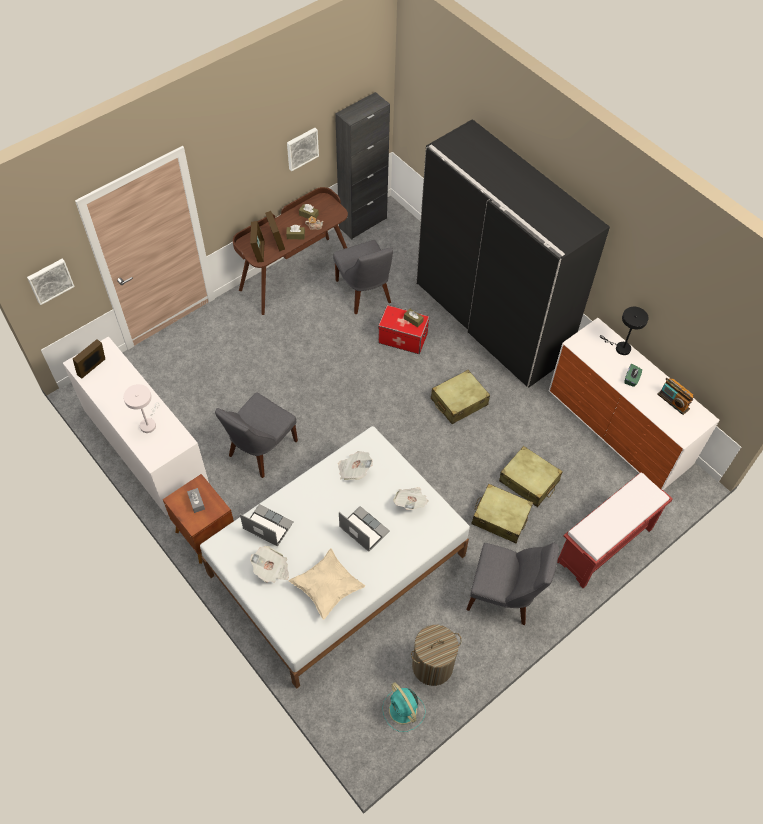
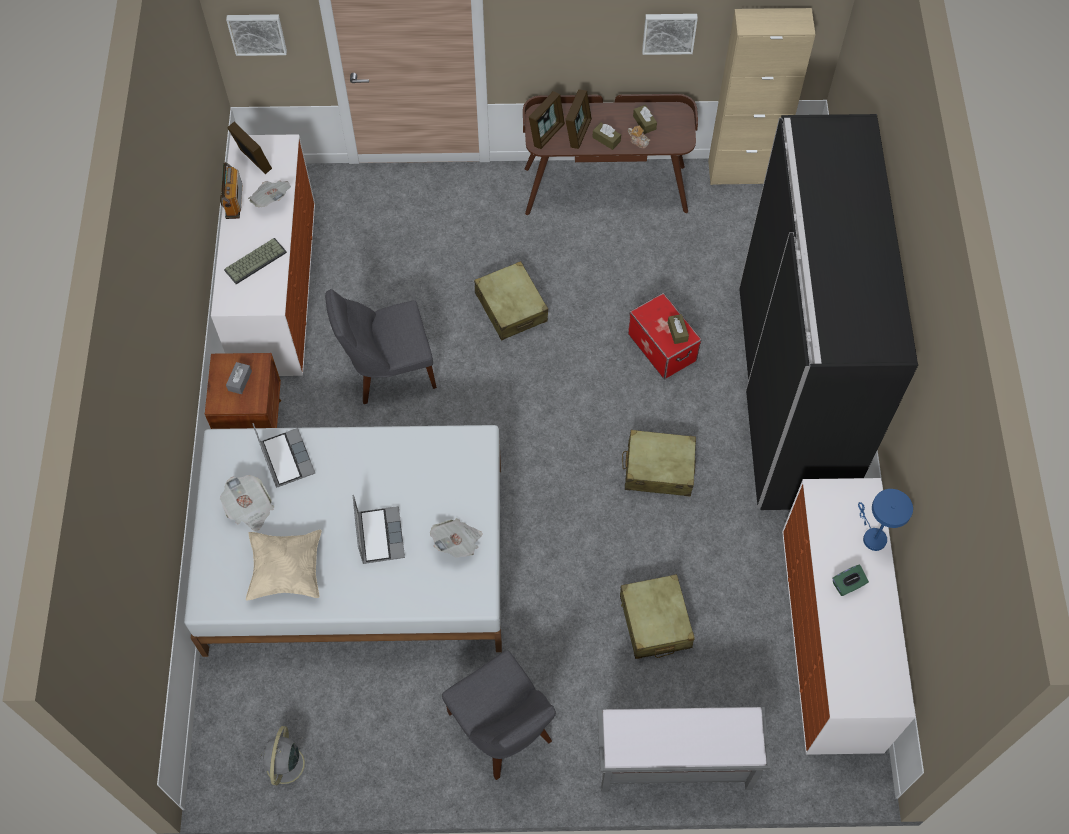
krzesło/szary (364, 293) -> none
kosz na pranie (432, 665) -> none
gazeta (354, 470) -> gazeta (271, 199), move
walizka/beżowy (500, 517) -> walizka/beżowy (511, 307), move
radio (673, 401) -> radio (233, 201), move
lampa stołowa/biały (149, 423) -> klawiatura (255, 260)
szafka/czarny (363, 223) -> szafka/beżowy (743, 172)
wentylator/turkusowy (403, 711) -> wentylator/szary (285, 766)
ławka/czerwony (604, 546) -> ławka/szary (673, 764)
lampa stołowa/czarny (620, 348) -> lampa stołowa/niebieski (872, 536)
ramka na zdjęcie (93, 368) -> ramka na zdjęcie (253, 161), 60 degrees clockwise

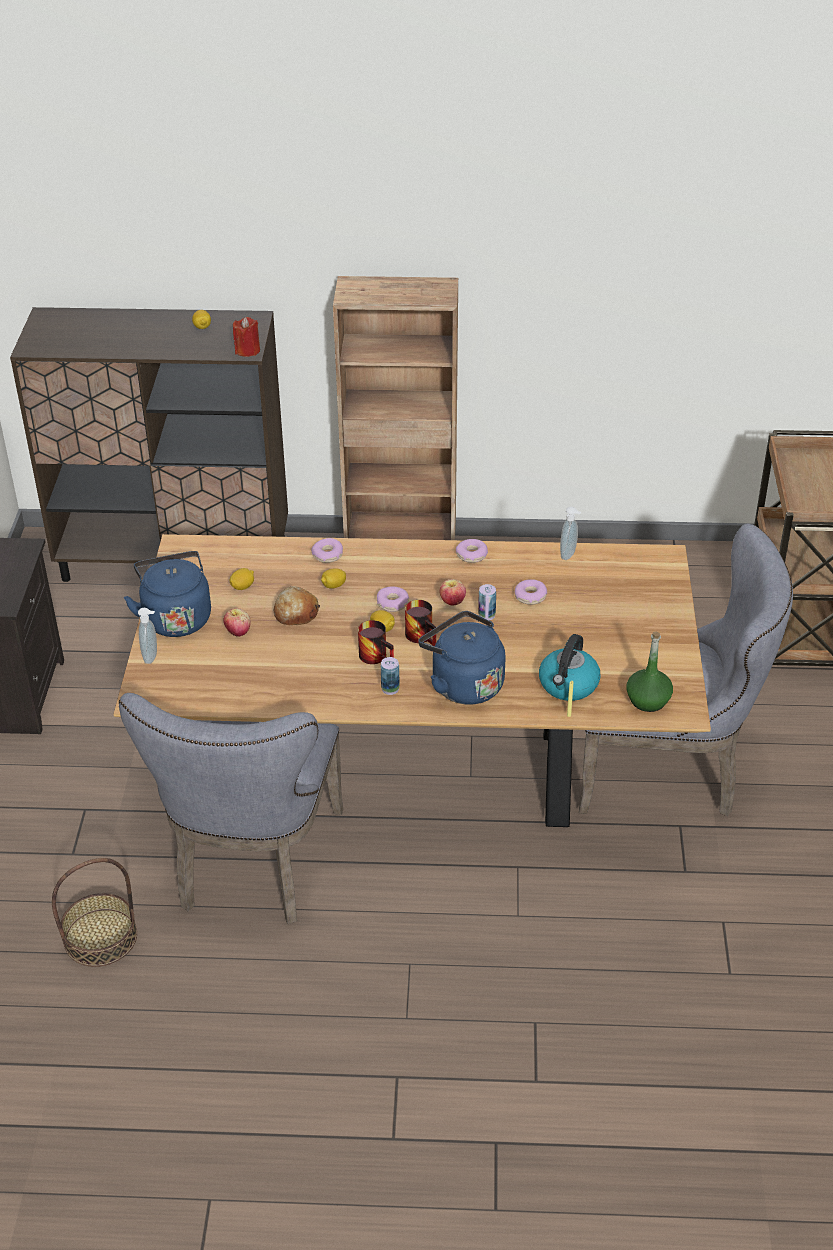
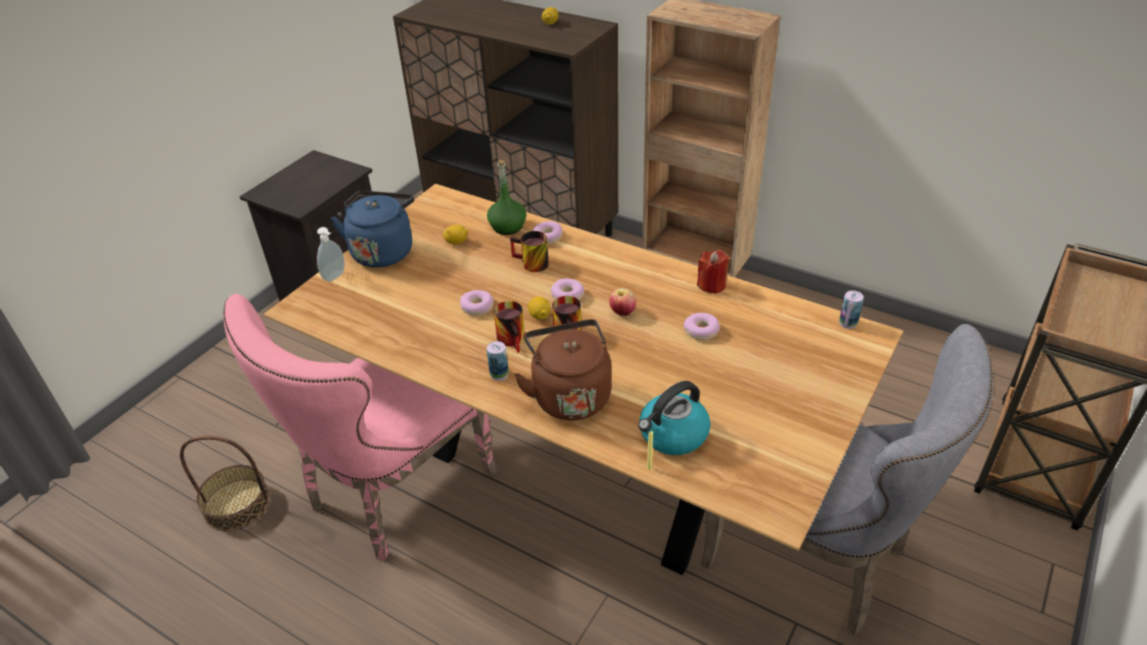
jabłko (238, 632) -> none
chleb (296, 613) -> none
dozownik mydła (569, 555) -> none
świeca/czerwony (247, 350) -> świeca/czerwony (711, 285), move
donut (472, 555) -> donut (477, 307), move
puszka (486, 615) -> puszka (848, 323), move
butelka/zielony (648, 700) -> butelka/zielony (508, 226), move
cytryna (333, 586) -> kubek (530, 264)
krzesło/szary (254, 867) -> krzesło/różowy (391, 494)
czajnik/niebieski (463, 684) -> czajnik/brązowy (569, 395)

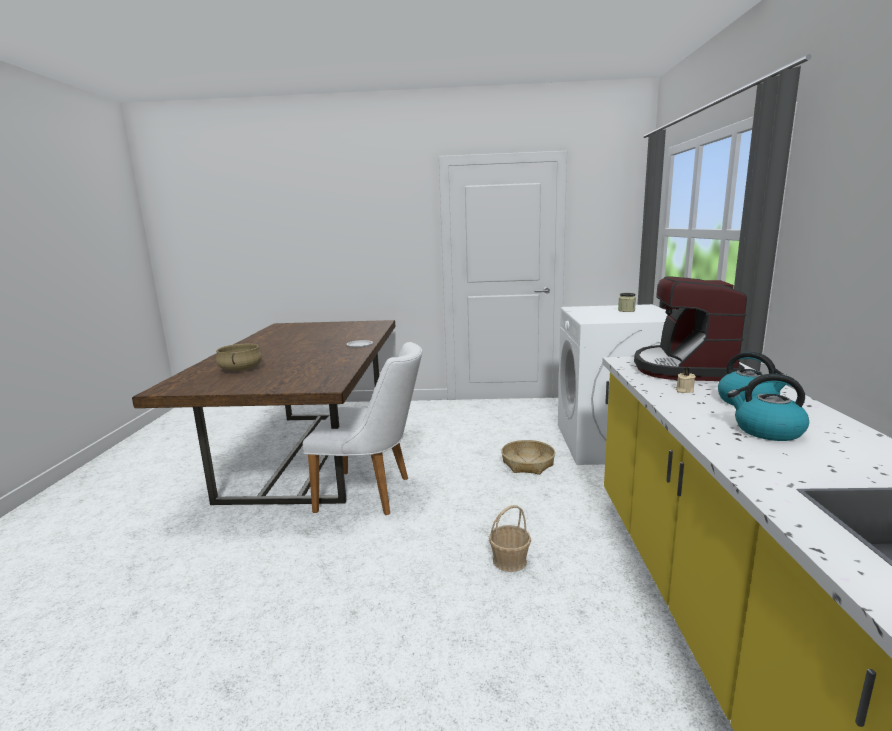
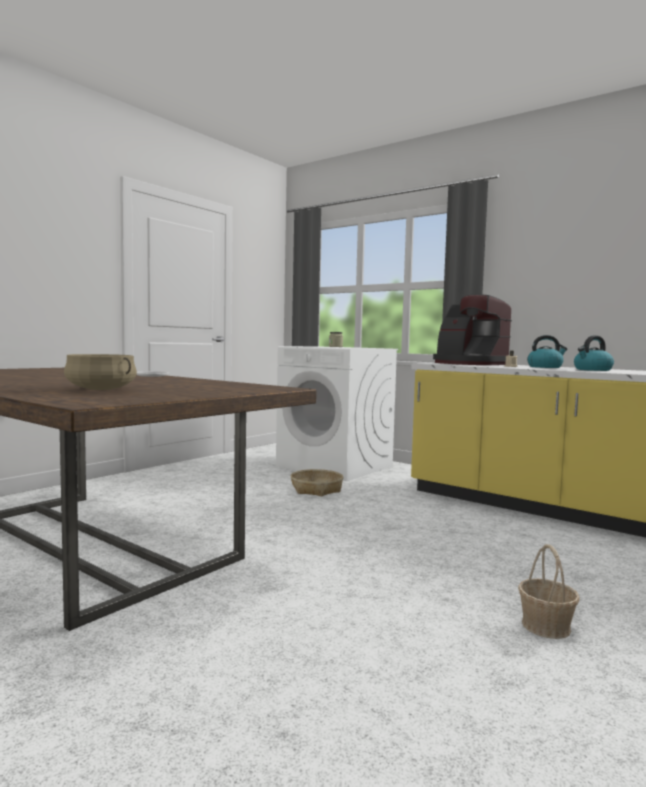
krzesło/biały (373, 493) -> none
koszyk (510, 561) -> koszyk (546, 626), move

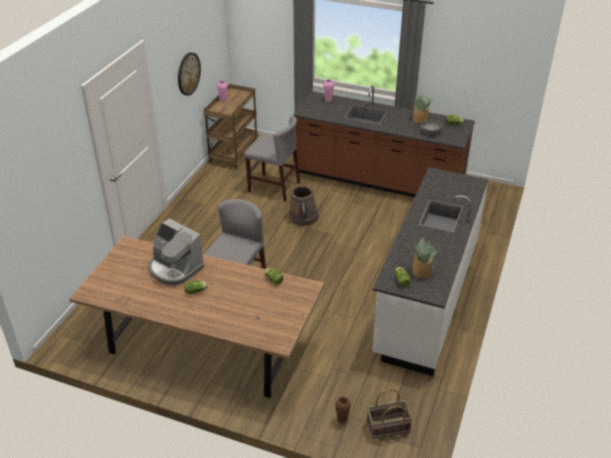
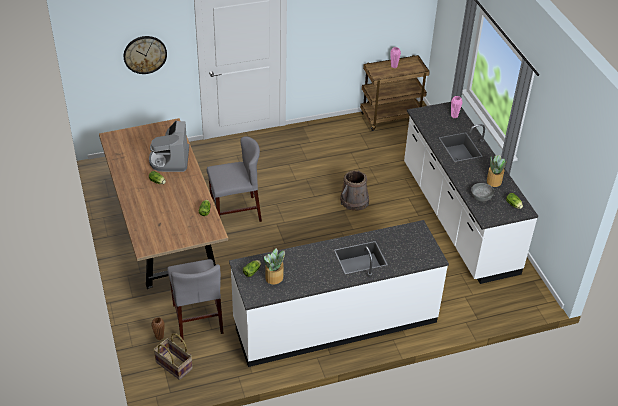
zegar ścienny (188, 74) -> zegar ścienny (145, 54), move
krzesło/szary (274, 187) -> krzesło/szary (197, 318), move
zabudowa kuchenna/brązowy (379, 180) -> zabudowa kuchenna/biały (457, 218)

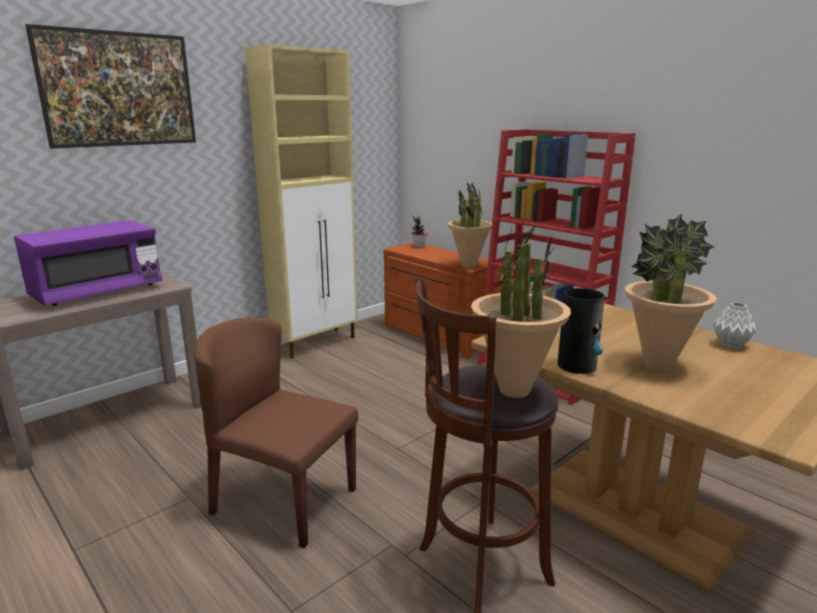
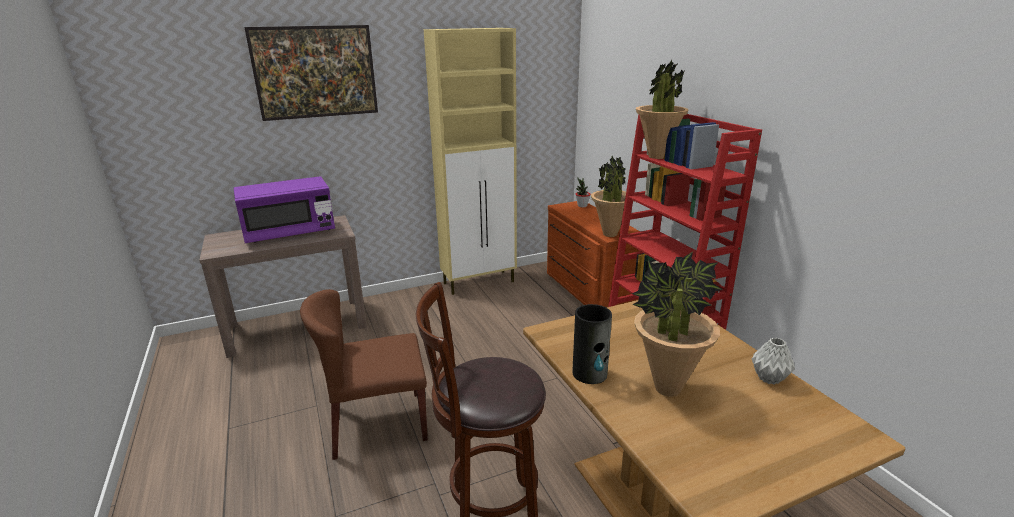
roślina doniczkowa (514, 390) -> roślina doniczkowa (656, 156), move
krzesło/brązowy (283, 501) -> krzesło/brązowy (377, 424), 60 degrees counterclockwise

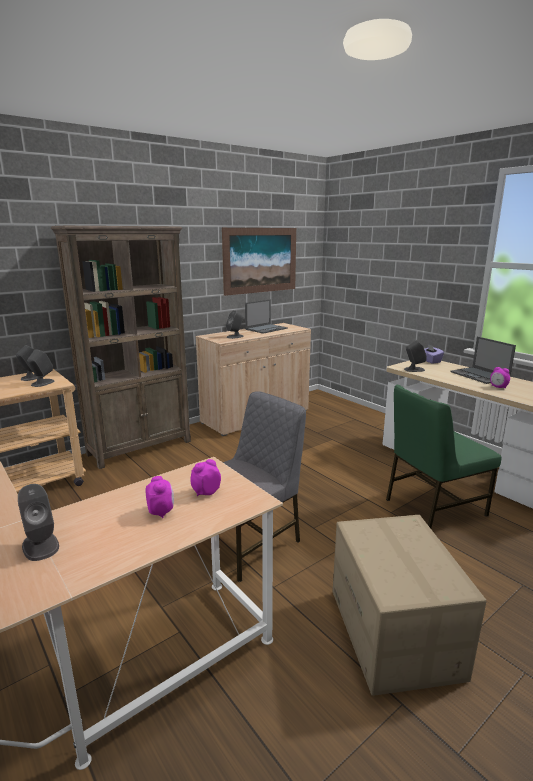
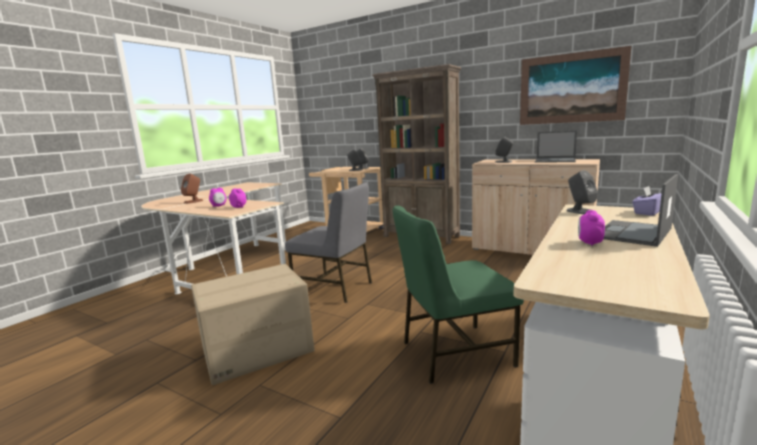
głośnik/szary (40, 545) -> głośnik/brązowy (193, 201)
krzesło/zielony (432, 507) -> krzesło/zielony (454, 353), 60 degrees counterclockwise

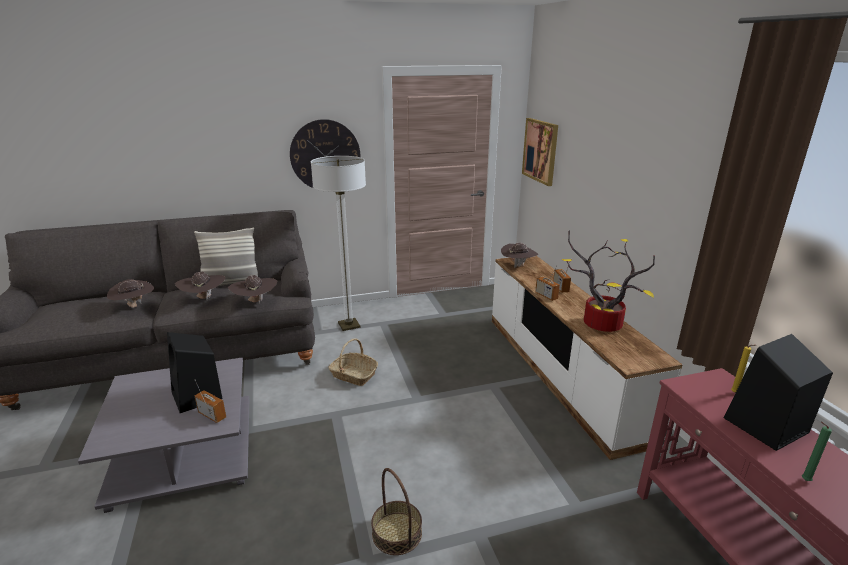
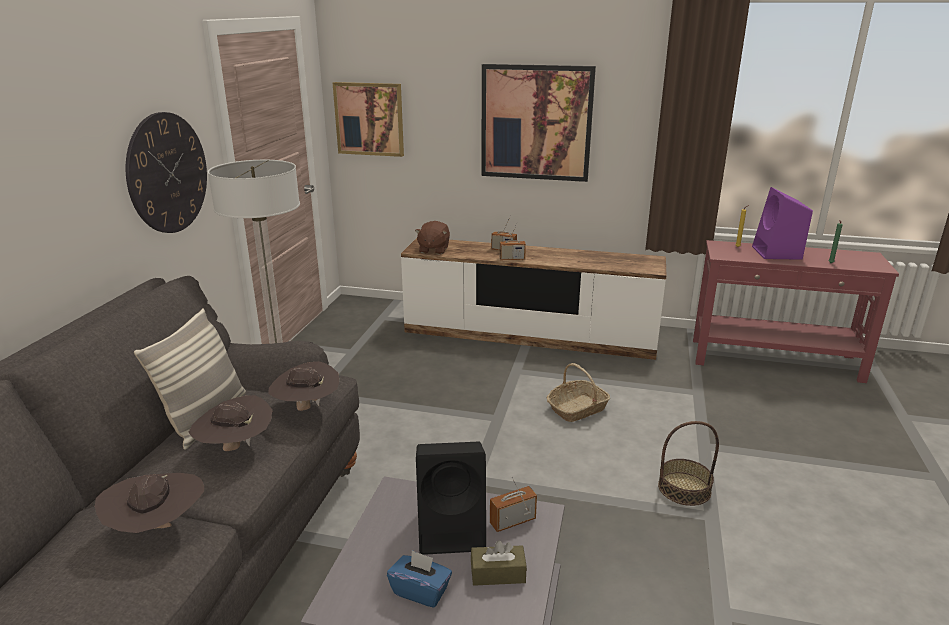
roślina doniczkowa (598, 324) -> none
none -> pudełko chusteczek/niebieski (420, 591)
none -> pudełko chusteczek/brązowy (498, 573)
none -> obraz (536, 123)
koszyk (353, 375) -> koszyk (577, 409), move
kapelusz/brązowy (518, 266) -> pluszak/brązowy (433, 250)
głośnik/czarny (765, 426) -> głośnik/fioletowy (777, 253)

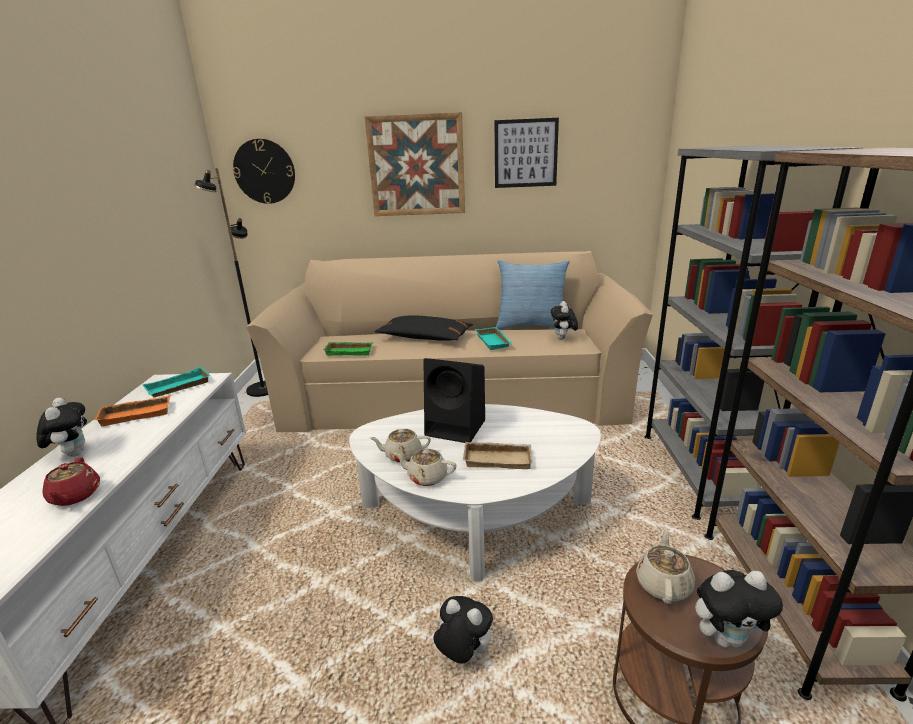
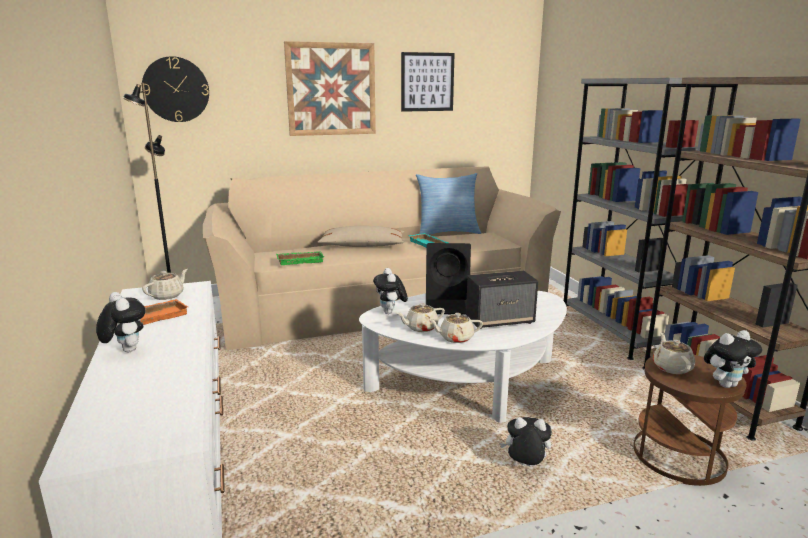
imbryk/czerwony (75, 496) -> none
pluszak (563, 339) -> pluszak (390, 313), move
taca/turkusowy (178, 387) -> imbryk/beżowy (167, 295)
taca/beżowy (498, 458) -> głośnik (500, 320)
poduszka/czarny (424, 337) -> poduszka/beżowy (362, 246)

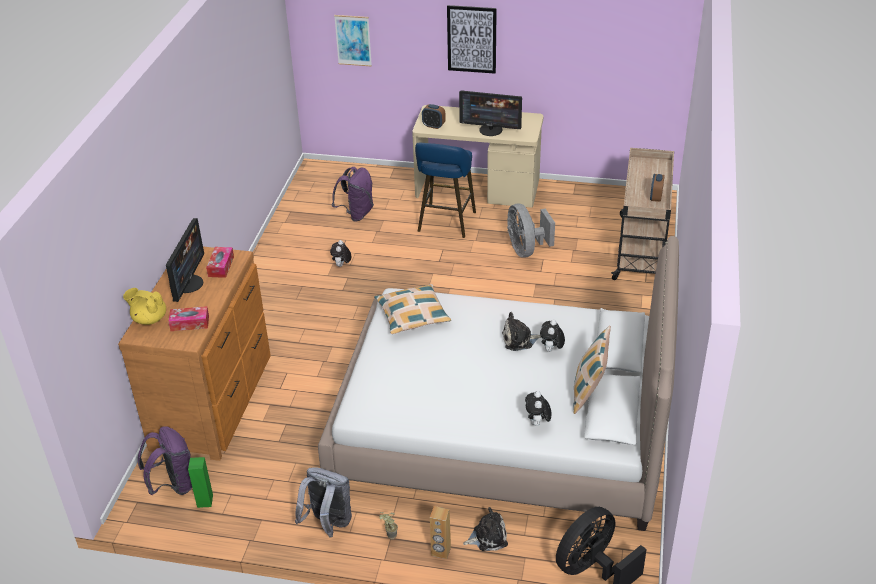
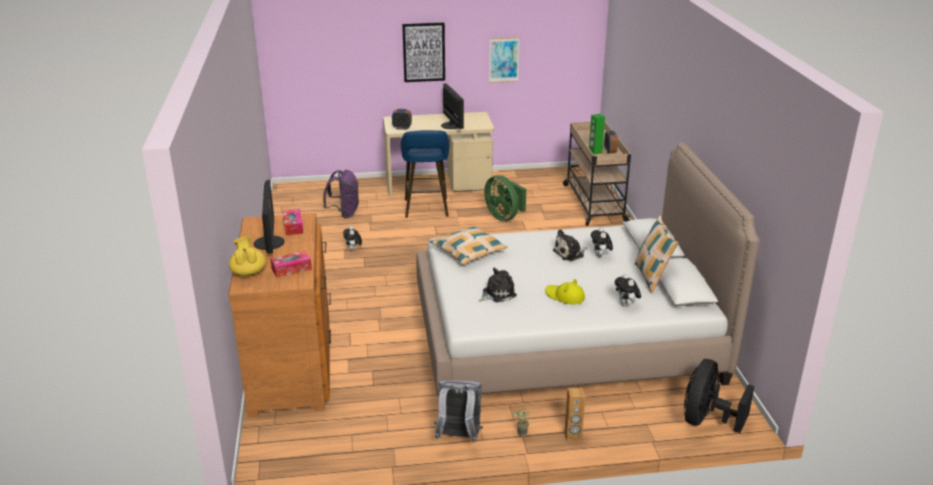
plecak/fioletowy (173, 485) -> none
none -> kapelusz/żółty (564, 296)
głośnik/zielony (204, 501) -> głośnik/zielony (595, 151), move
obraz (353, 40) -> obraz (504, 59), move
pluszak (488, 537) -> pluszak (497, 294), move
wentylator/szary (526, 250) -> wentylator/zielony (504, 217)
imbryk/żółty (149, 319) -> imbryk/żółty (248, 272), 75 degrees clockwise
monitor (491, 130) -> monitor (451, 125), 105 degrees counterclockwise

